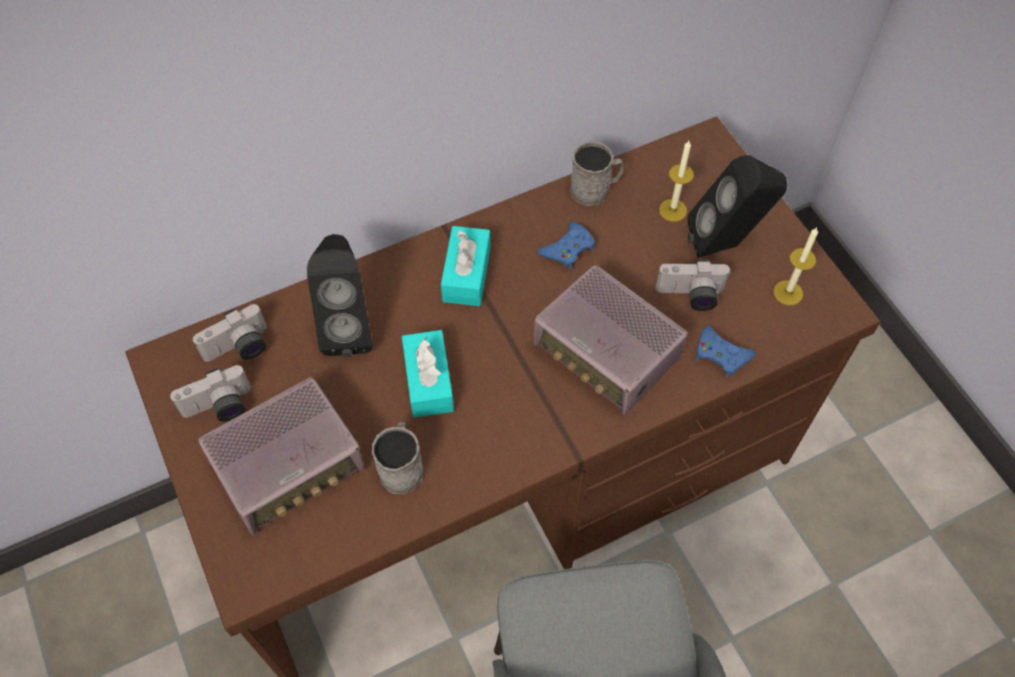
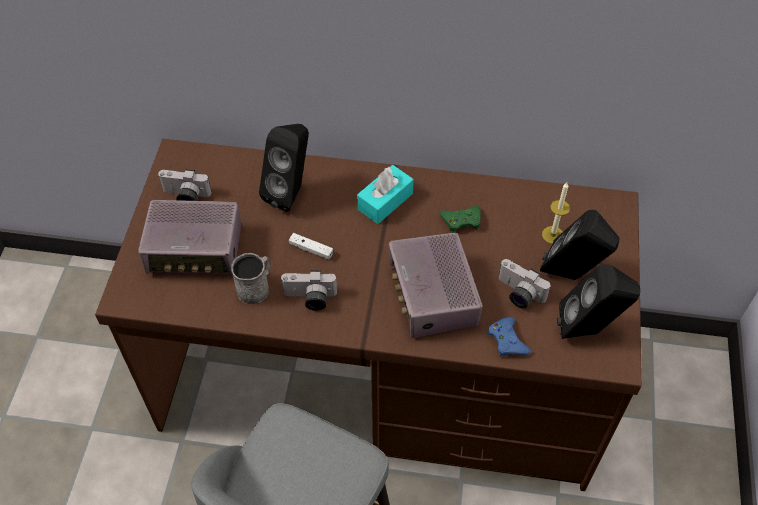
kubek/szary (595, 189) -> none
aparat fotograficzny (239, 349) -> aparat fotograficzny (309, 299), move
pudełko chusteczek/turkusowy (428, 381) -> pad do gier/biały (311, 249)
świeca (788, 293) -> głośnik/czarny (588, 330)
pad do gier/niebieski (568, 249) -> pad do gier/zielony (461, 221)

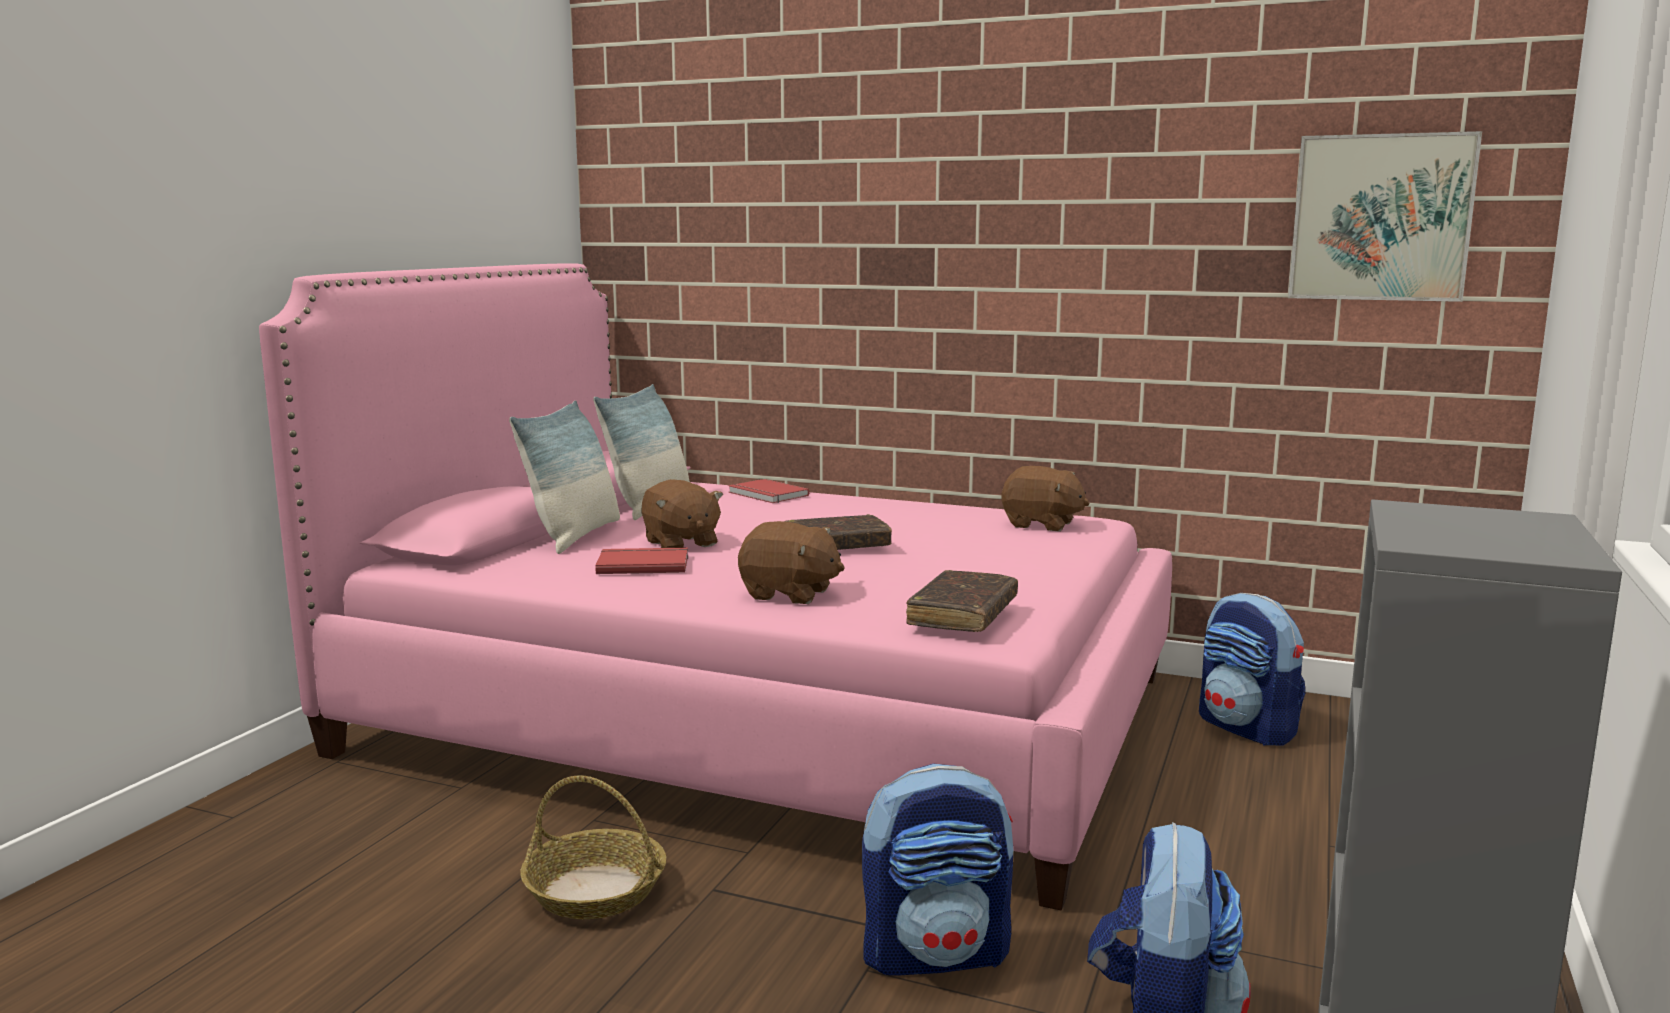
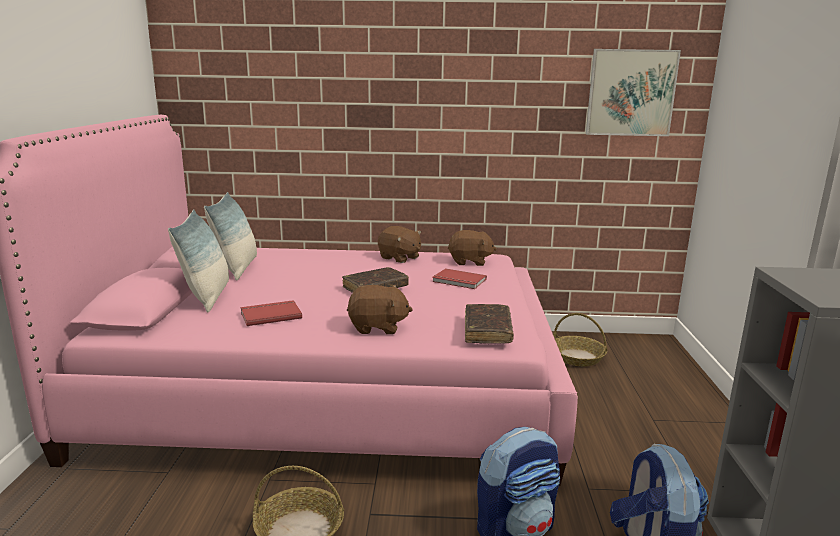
pluszak/brązowy (680, 543) -> pluszak/brązowy (399, 258), move
książka/czerwony (767, 494) -> książka/czerwony (459, 281), move
plecak (1247, 728) -> koszyk (578, 357)

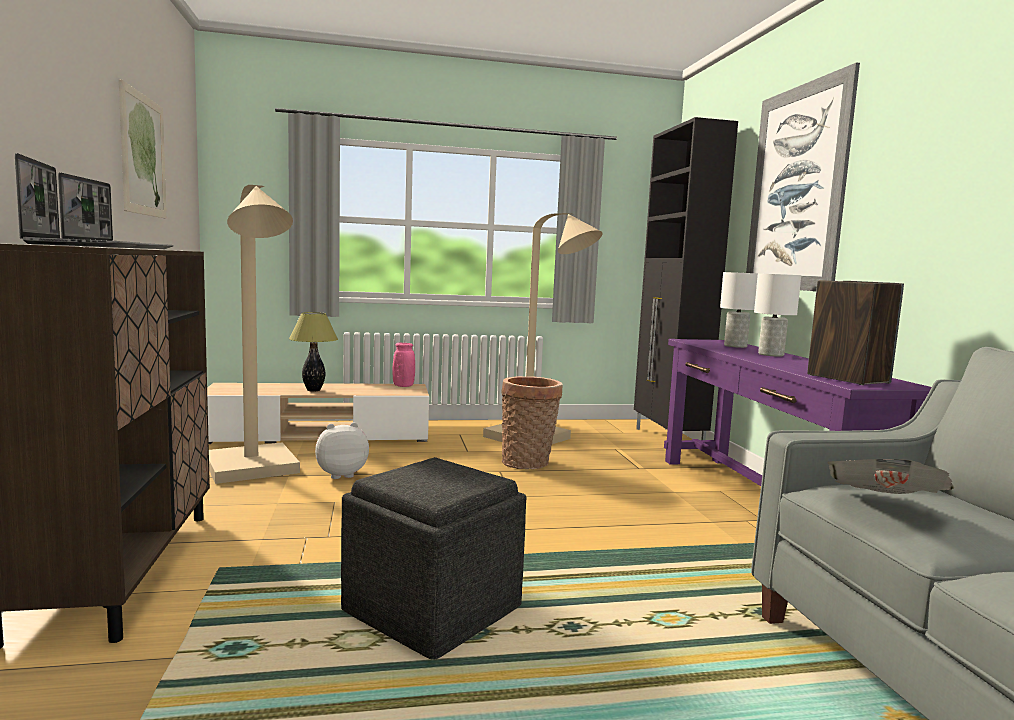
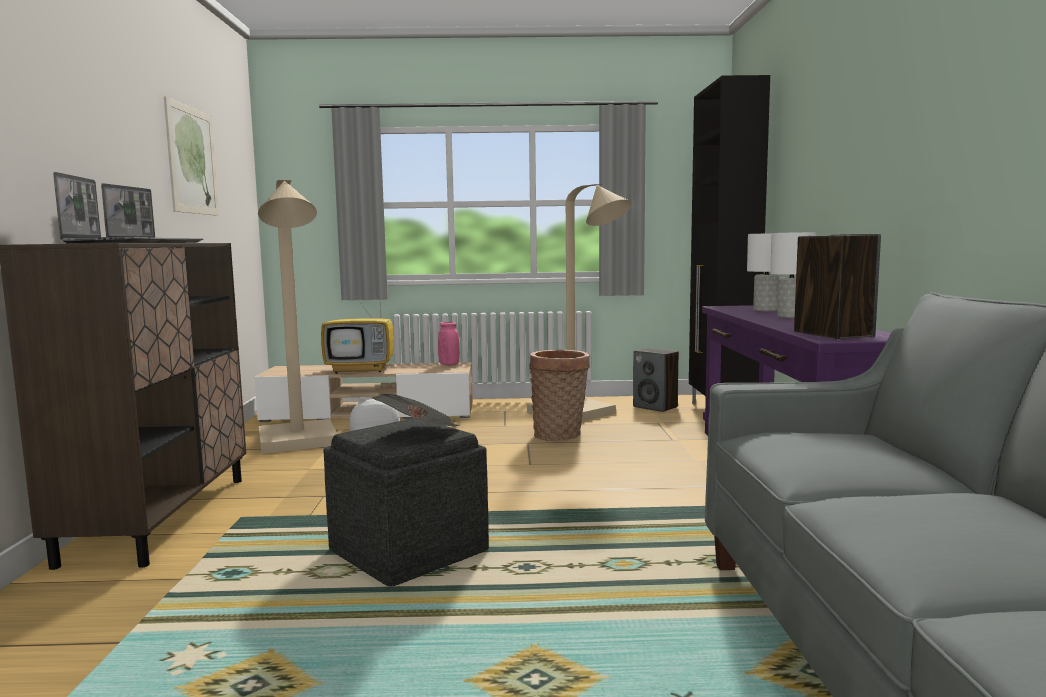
obraz (796, 188) -> none
none -> głośnik (655, 407)
gazeta (883, 507) -> gazeta (420, 434), move
lampa stołowa (314, 390) -> telewizor (362, 370)

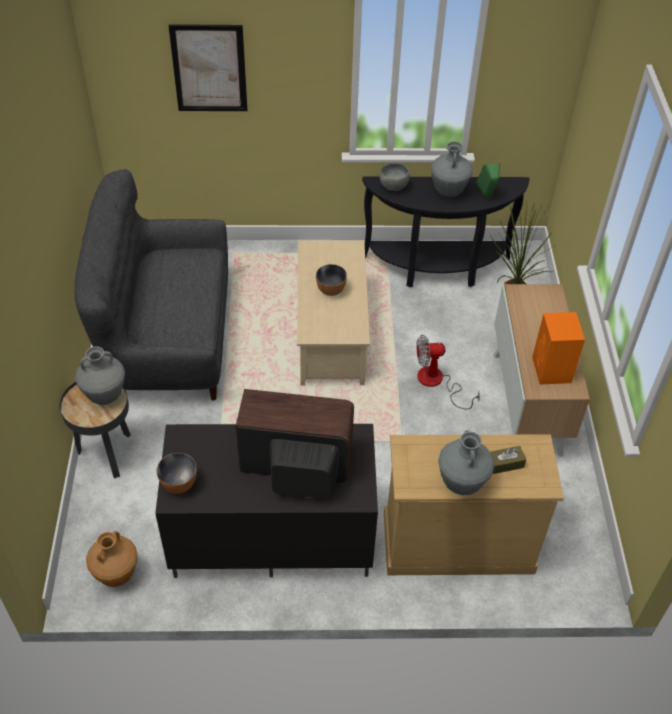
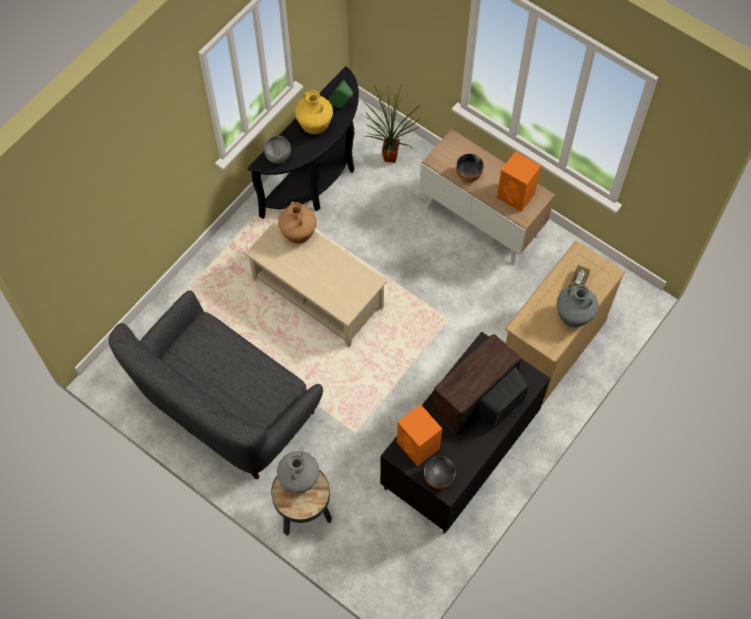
obraz (209, 68) -> none
wentylator (437, 382) -> none
none -> głośnik/pomarańczowy (418, 446)
wazon/brązowy (116, 575) -> wazon/brązowy (299, 235), move
miska (331, 290) -> miska (468, 175), move
wazon/szary (448, 192) -> wazon/żółty (315, 126)

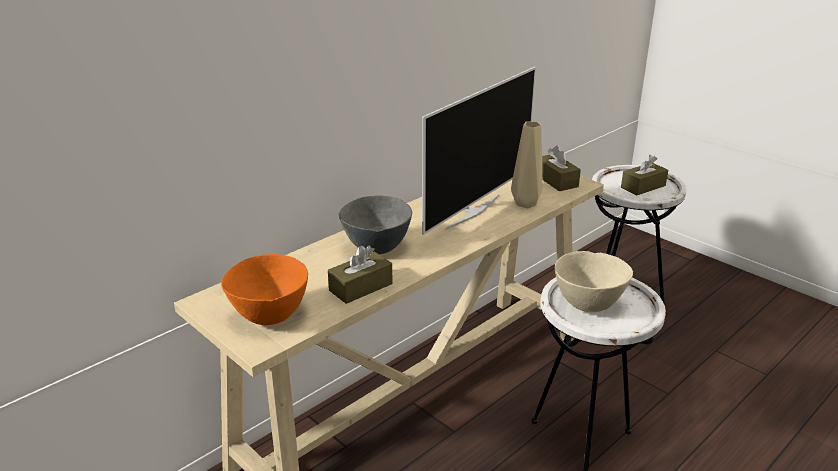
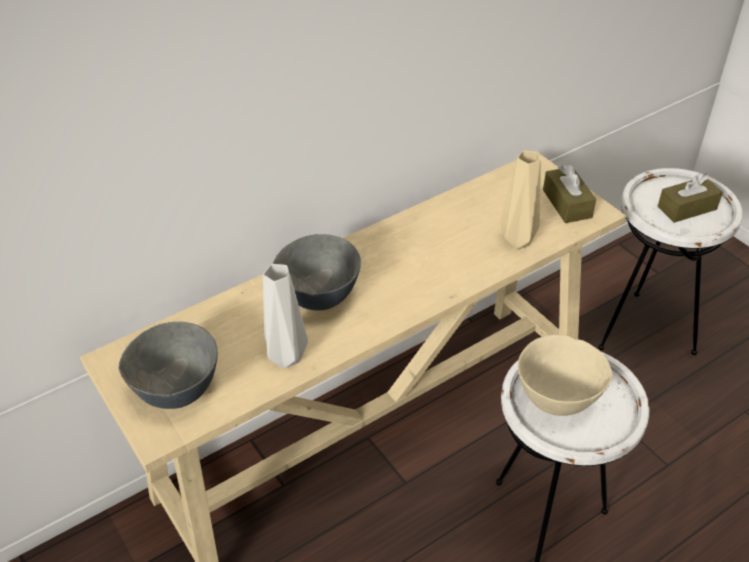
telewizor (472, 211) -> none
pudełko chusteczek/brązowy (361, 287) -> wazon/szary (287, 359)
miska/pomarańczowy (271, 317) -> miska/szary (179, 393)

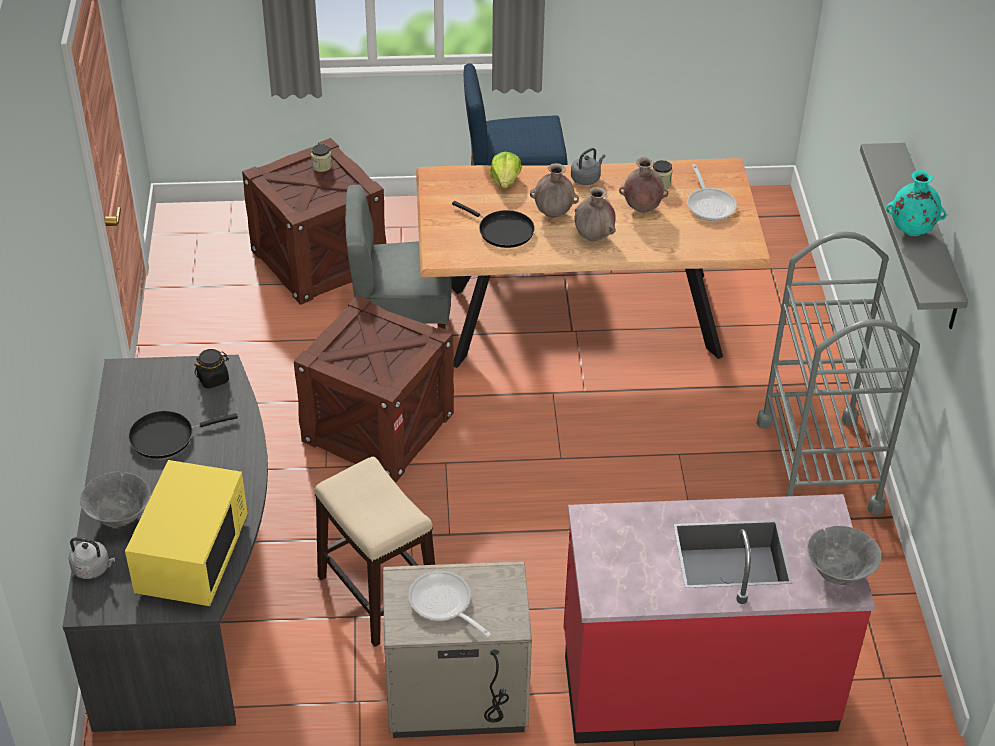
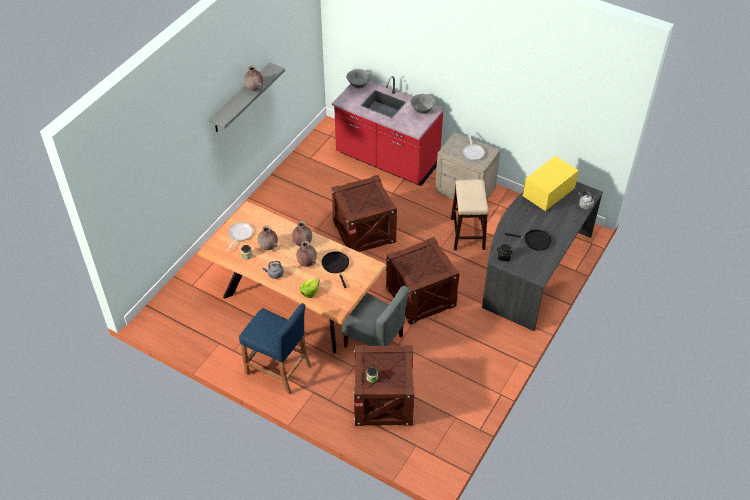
wózek/szary (818, 465) -> none
none -> skrzynka (364, 231)
miska/szary (119, 517) -> miska/szary (422, 111), move
wazon/turkusowy (911, 231) -> wazon/brązowy (254, 89)

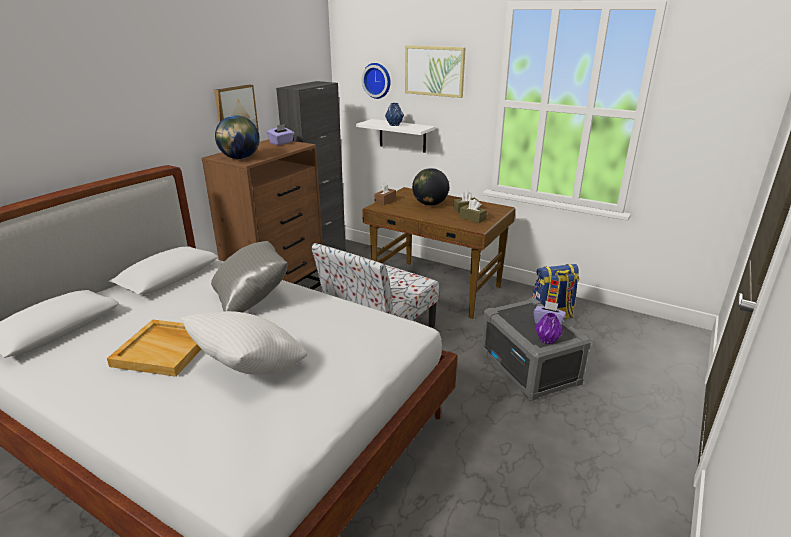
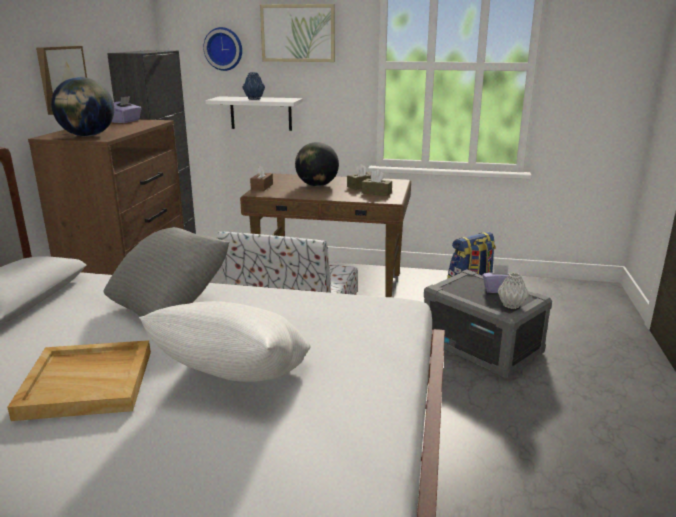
wazon/fioletowy (547, 340) -> wazon/szary (511, 306)

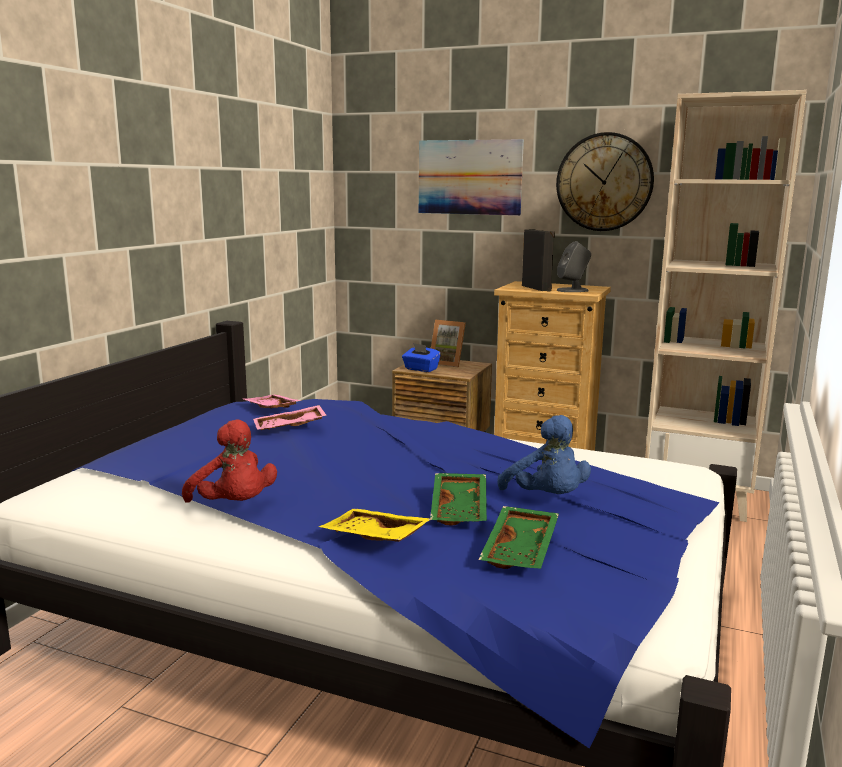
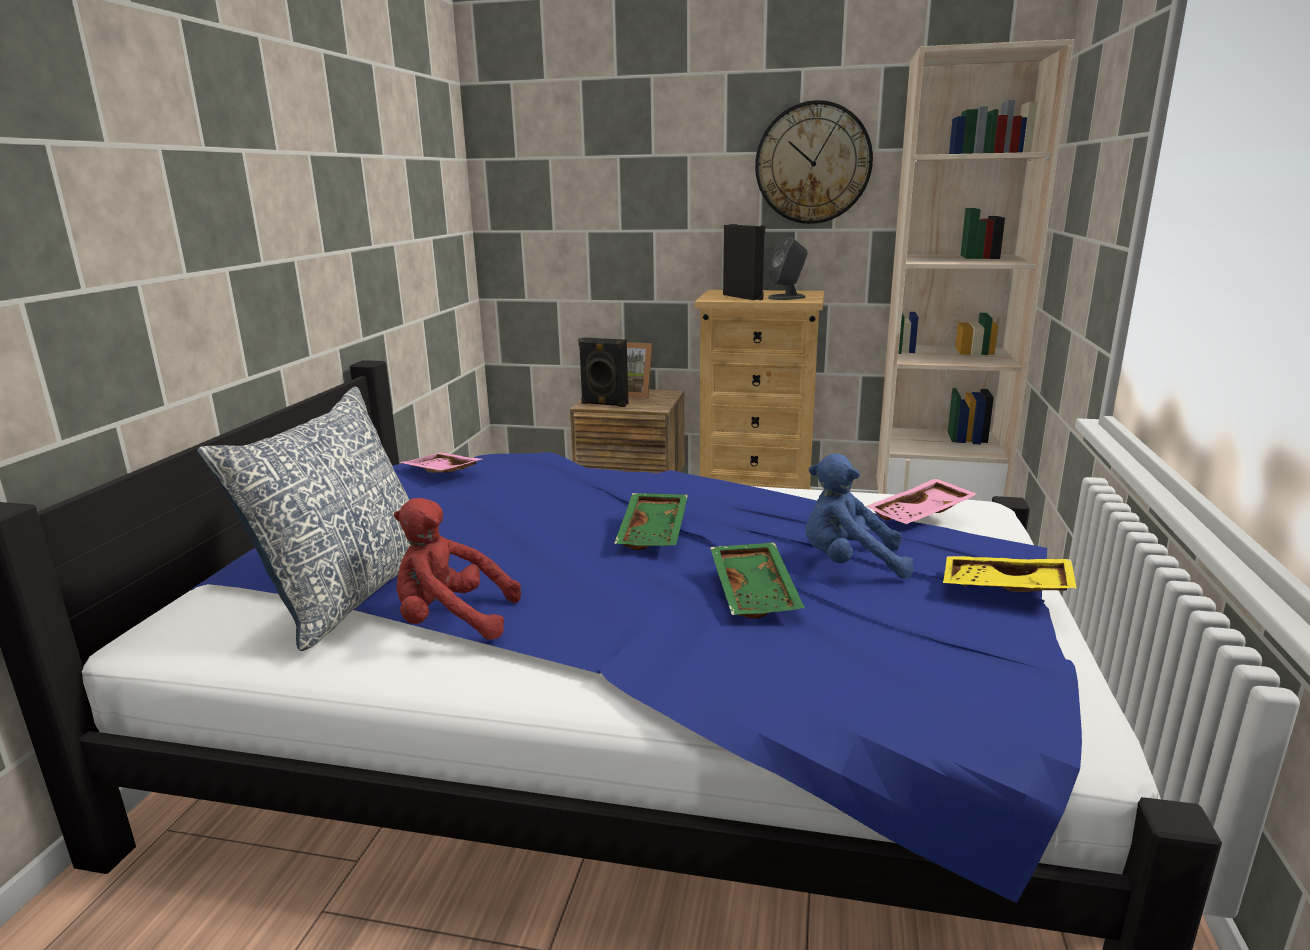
obraz (469, 177) -> none
none -> poduszka (348, 592)
taca/różowy (290, 427) -> taca/różowy (921, 514), move
taca/żółty (373, 538) -> taca/żółty (1005, 588), move
taca/zielony (522, 550) -> taca/zielony (655, 532), move
pudełko chusteczek/niebieski (420, 369) -> głośnik/czarny (604, 404)
pluszak/czerwony (234, 505) -> pluszak/czerwony (451, 620), 150 degrees clockwise
pluszak/niebieski (547, 498) -> pluszak/niebieski (849, 564), 135 degrees clockwise

